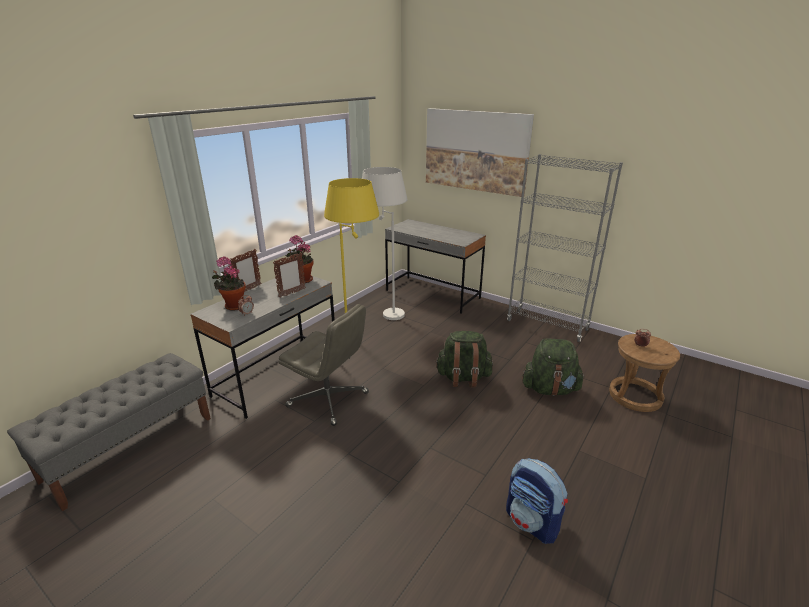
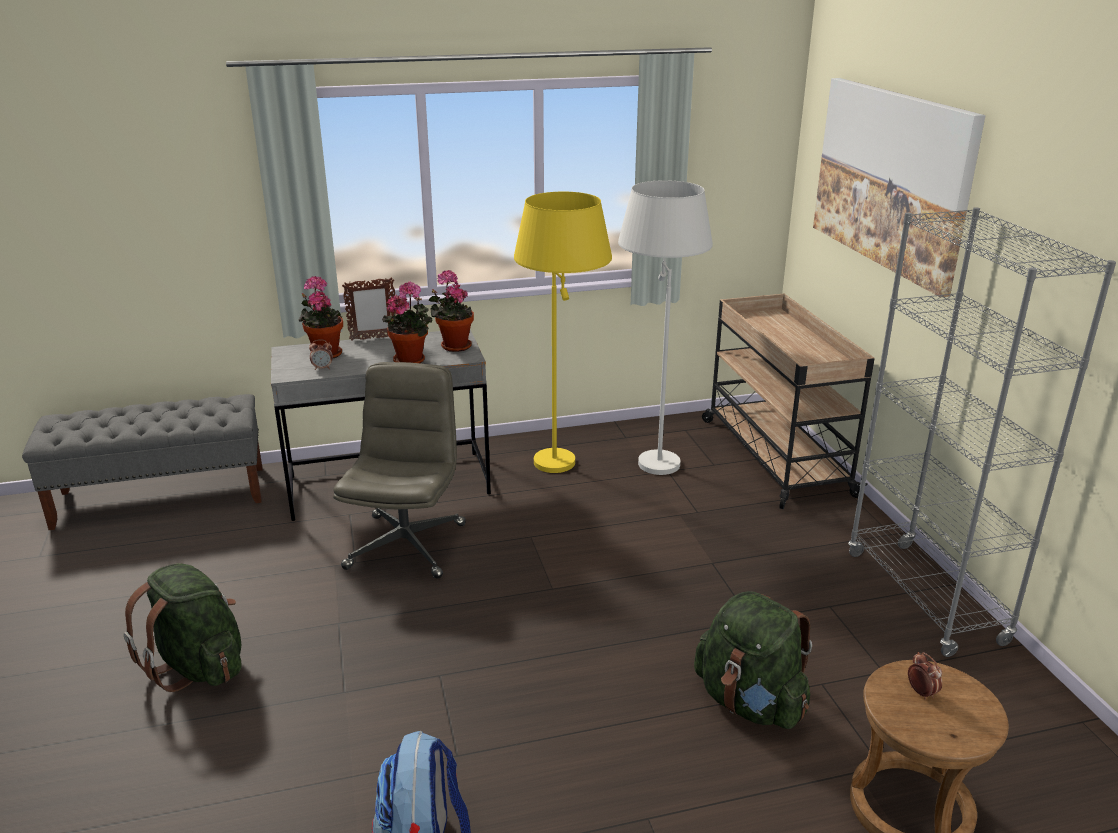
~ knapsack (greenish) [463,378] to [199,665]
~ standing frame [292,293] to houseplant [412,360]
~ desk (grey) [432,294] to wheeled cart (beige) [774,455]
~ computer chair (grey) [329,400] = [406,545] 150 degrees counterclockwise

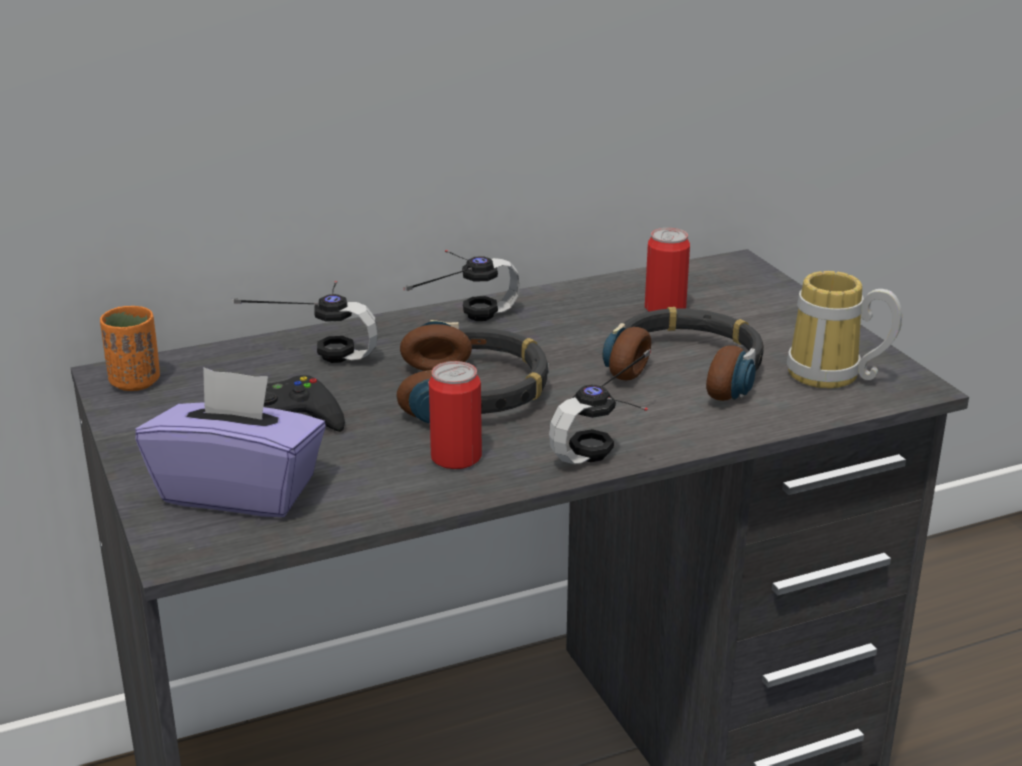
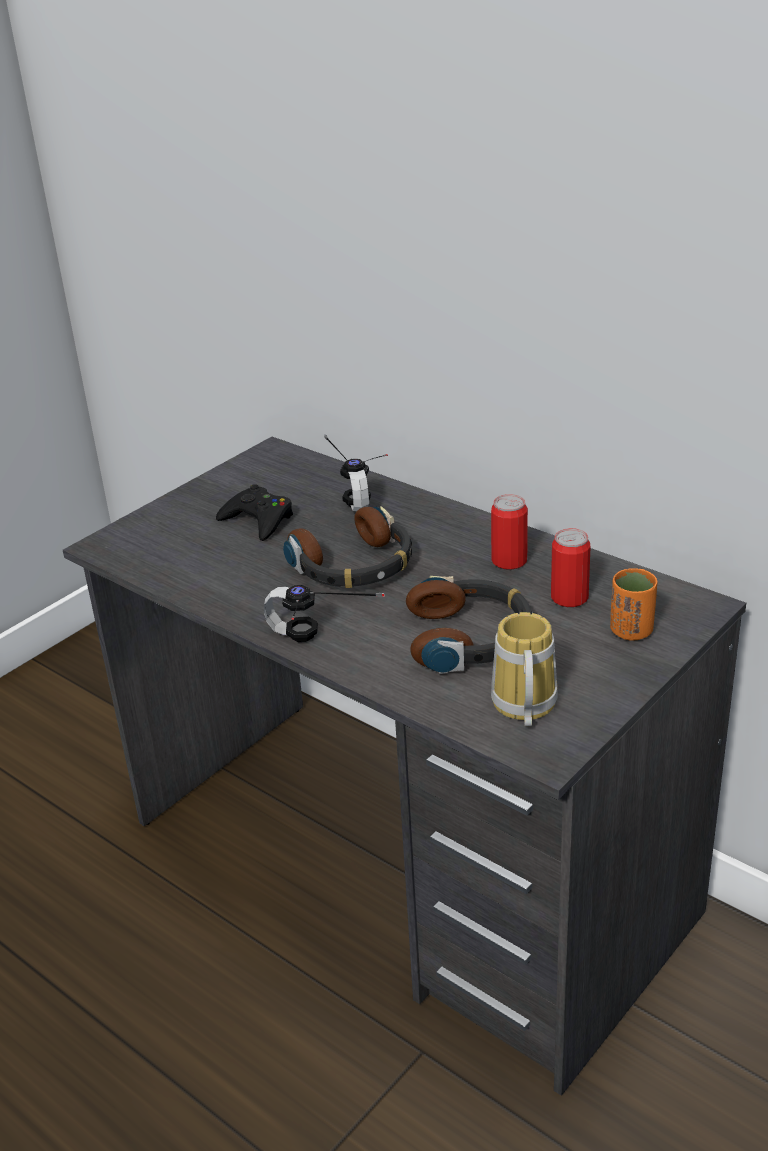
- tissue box (purple-coloured) [239,491]
- headphones [454,317]
~ cup (orange-coloured) [135,382] to [631,631]
~ metal can [456,457] to [509,561]

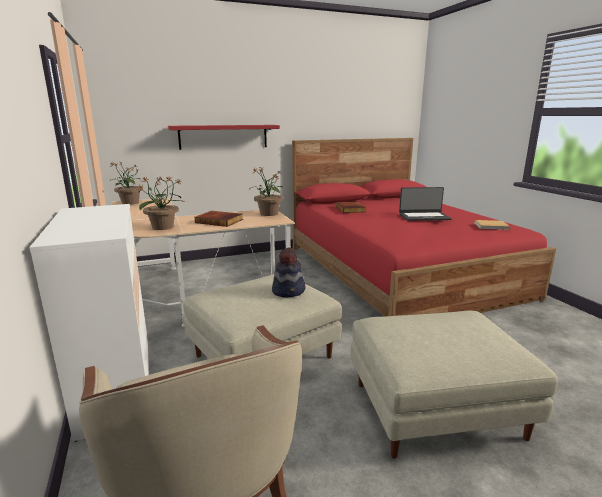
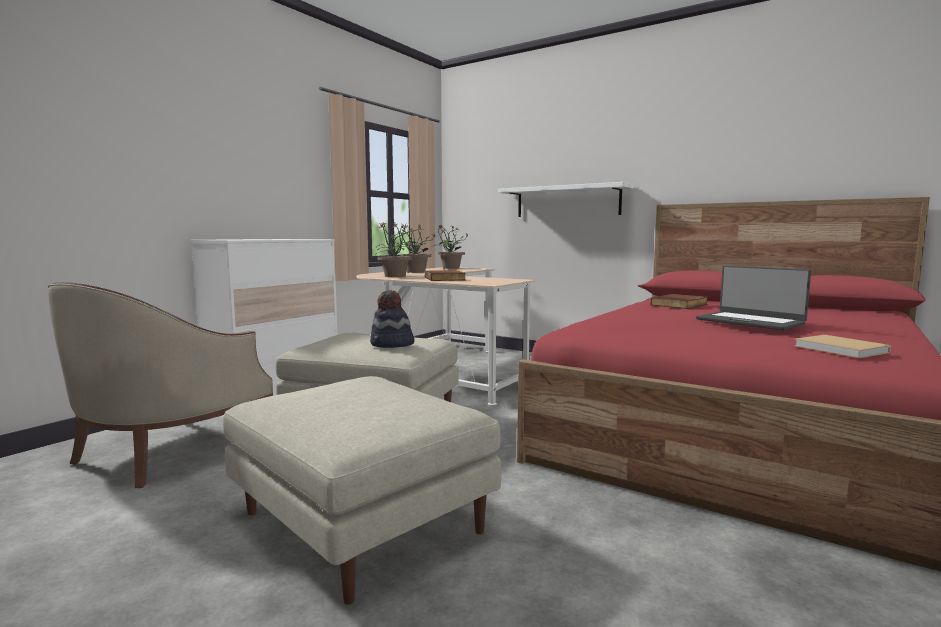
~ houseplant [268,214] to [415,272]
~ wall shelf (reddish) [223,136] to wall shelf (white) [567,201]

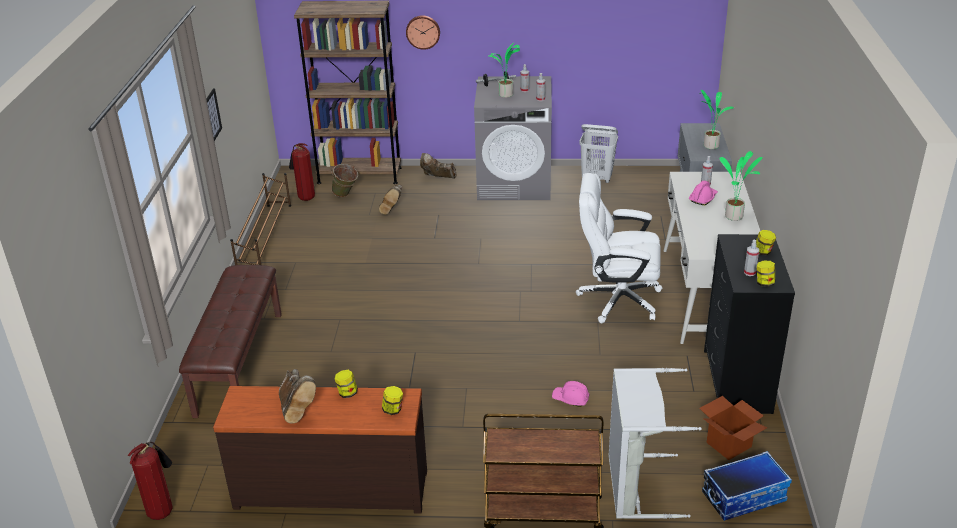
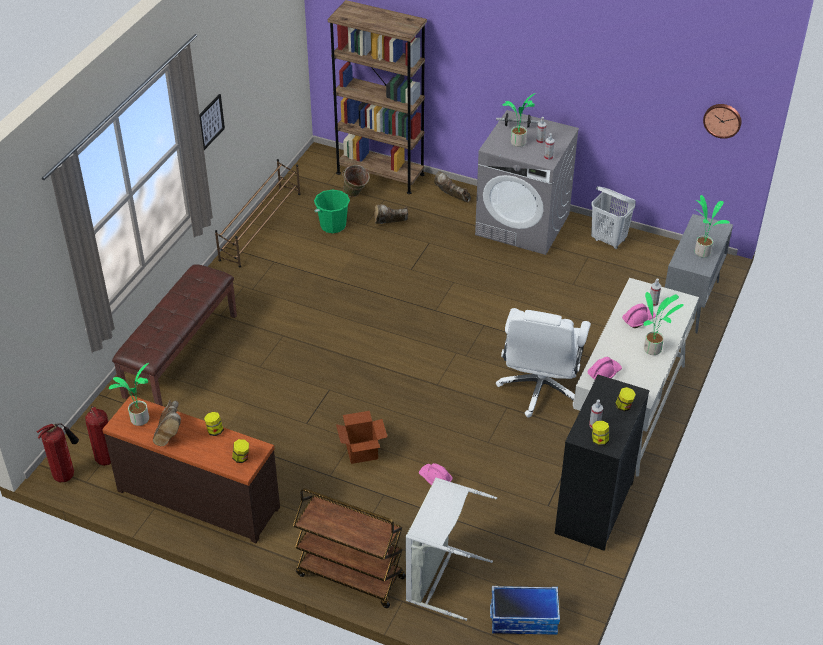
+ houseplant [139,420]
+ pail (greenish) [333,225]
+ safety helmet (pink) [604,373]
~ fire-fighting cylinder [305,198] to [104,458]
~ wall clock [423,31] to [722,120]
~ cardboard box [729,445] to [361,452]
~ boot (brownish) [392,210] = [389,225] 45 degrees clockwise
~ computer chair (white) [617,300] = [540,389] 105 degrees counterclockwise

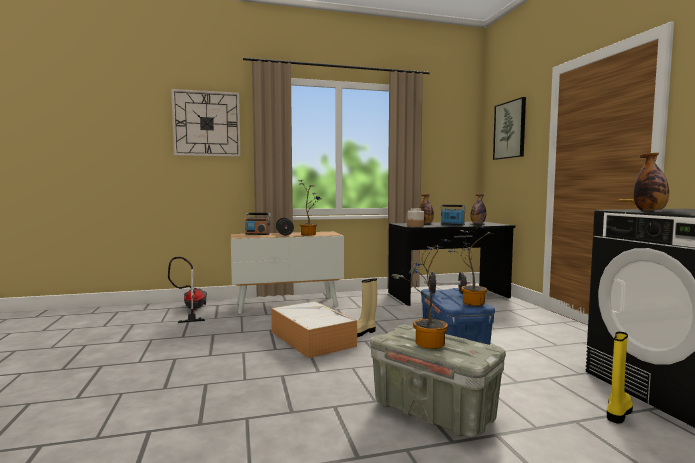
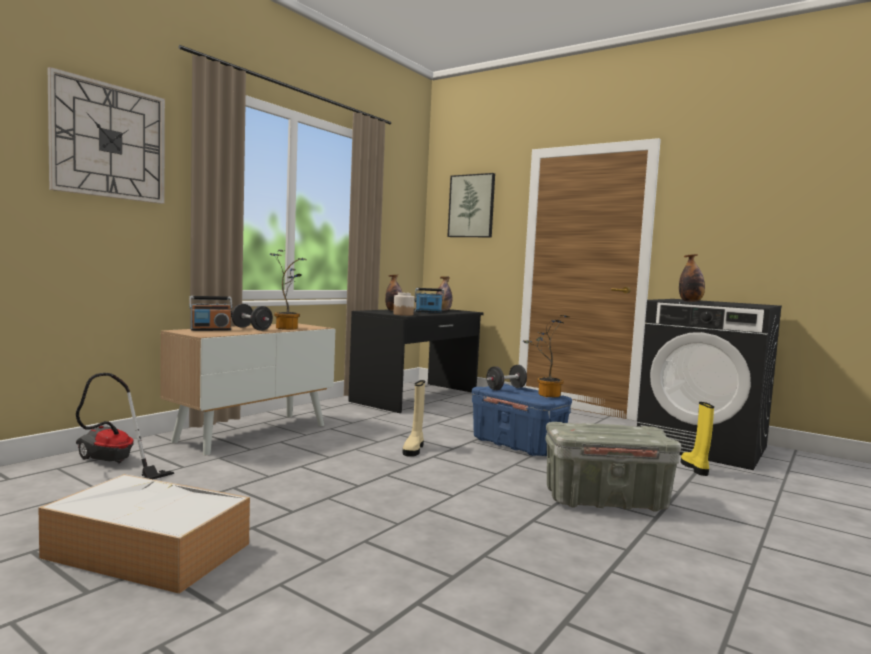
- houseplant [425,343]
~ storage bin [311,338] to [145,550]

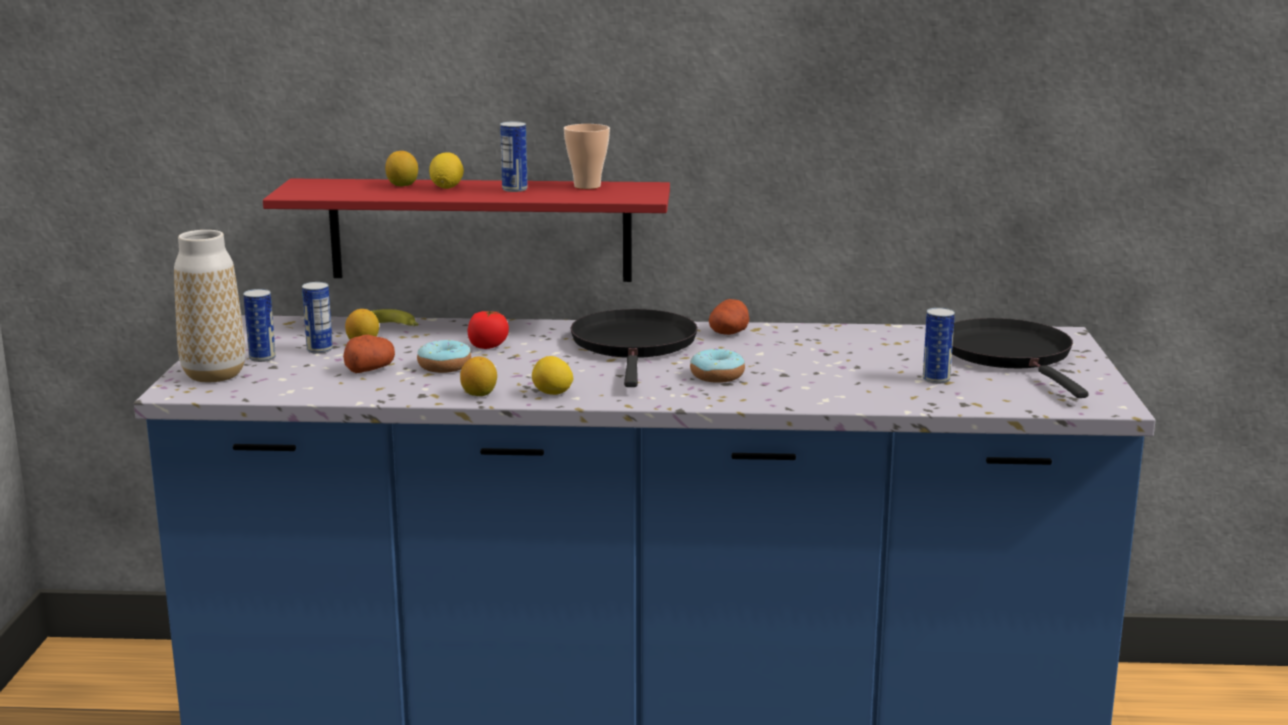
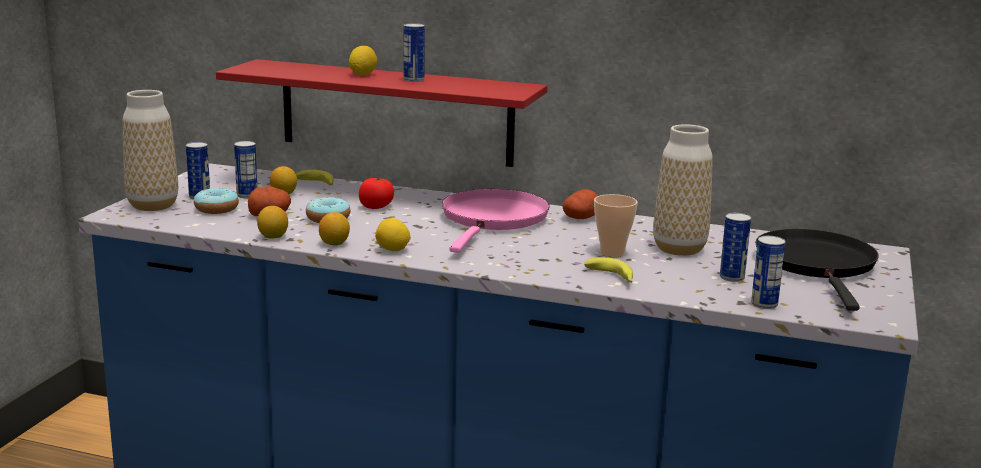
+ banana fruit [613,278]
+ vase [679,249]
+ metal can [764,304]
~ whole lemon [402,185] to [273,237]
~ cup [587,186] to [612,253]
~ donut [717,376] to [216,209]
~ pan (black) [634,345] to pan (pink) [493,219]

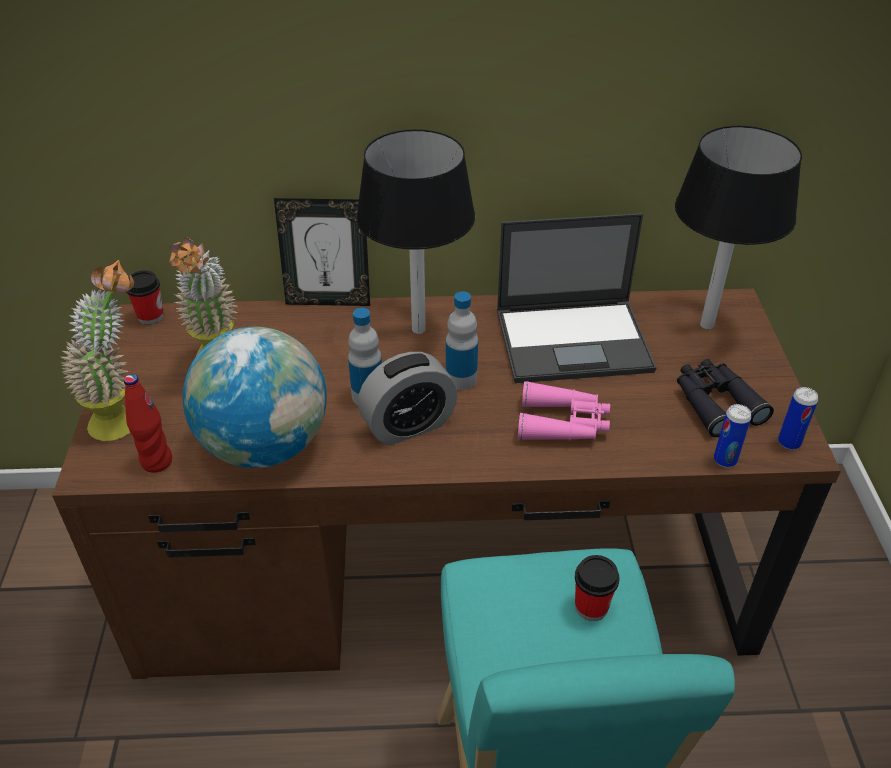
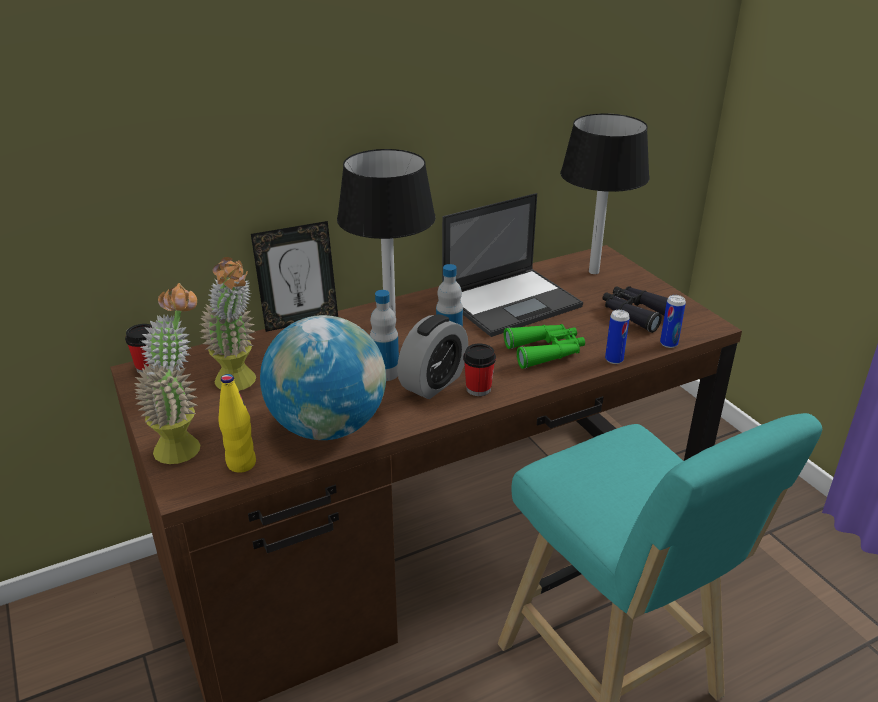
~ cup [591,607] to [478,389]
~ metal can [789,442] to [614,359]
~ bottle (reddish) [156,462] to bottle (yellow-coloured) [241,464]
~ field glasses (pink) [563,423] to field glasses (greenish) [545,352]

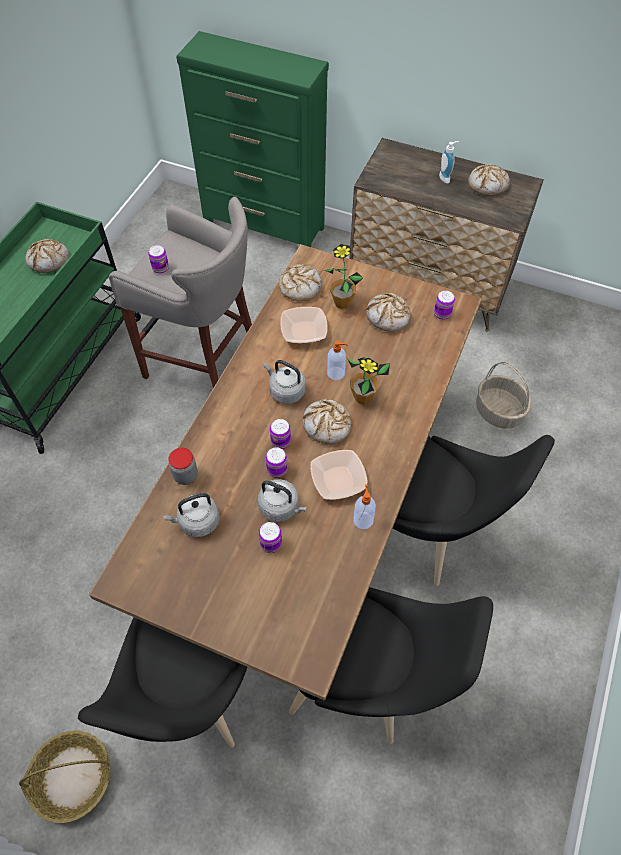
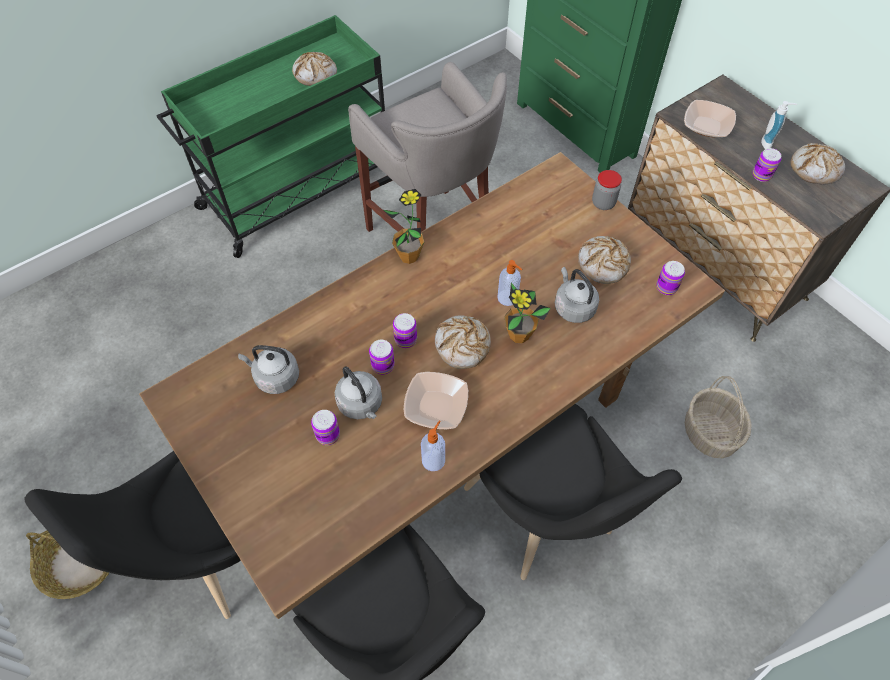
- bread [300,287]
~ metal can [160,268] to [761,175]
~ jar [186,475] to [603,203]
~ kettle (grey) [285,391] to [573,307]
~ serving bowl [303,331] to [706,126]
~ houseplant [342,303] to [409,256]

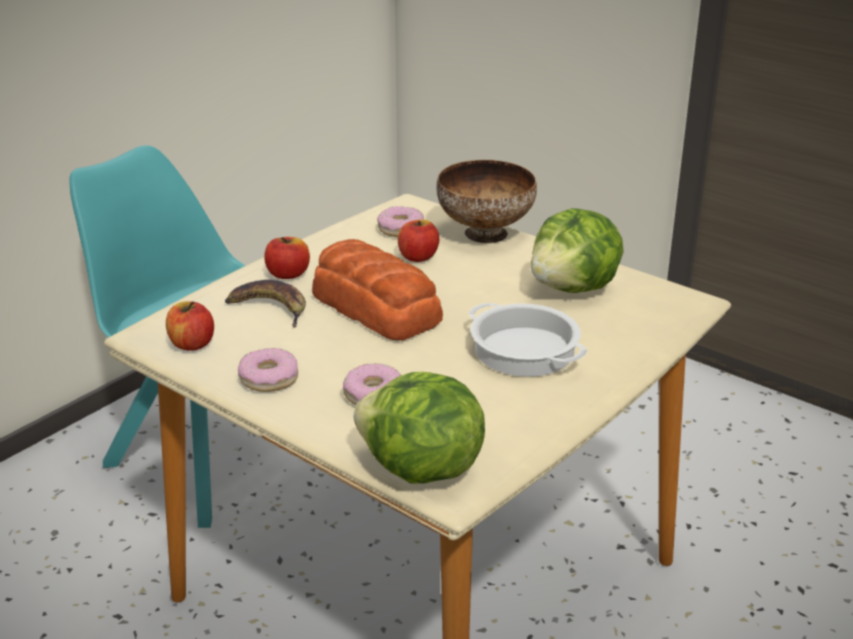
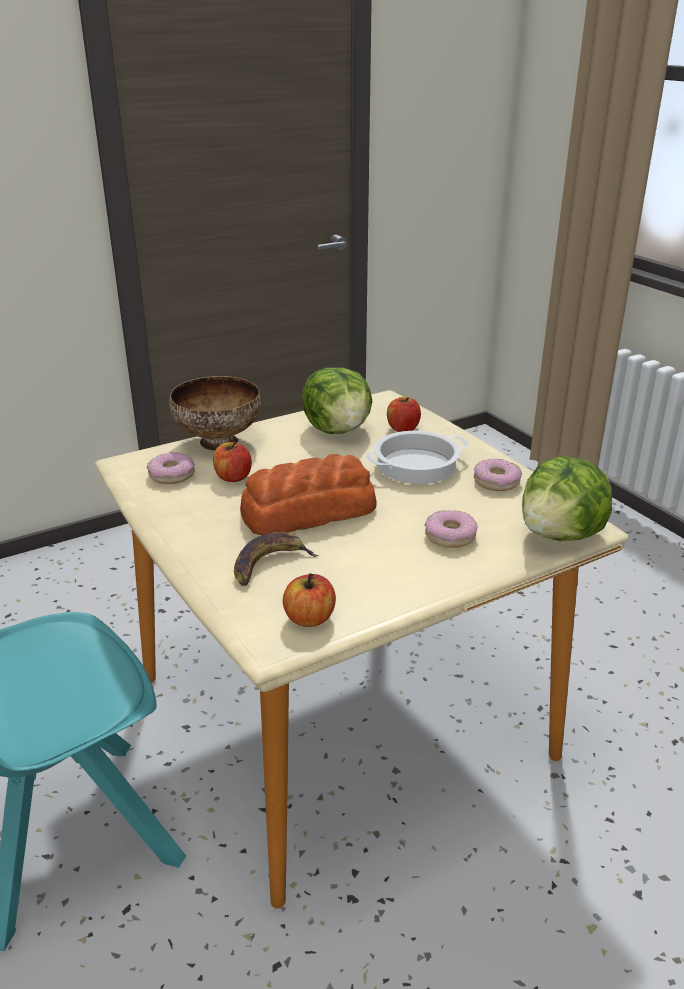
~ donut [269,378] to [496,481]
~ whole apple [288,274] to [403,428]

